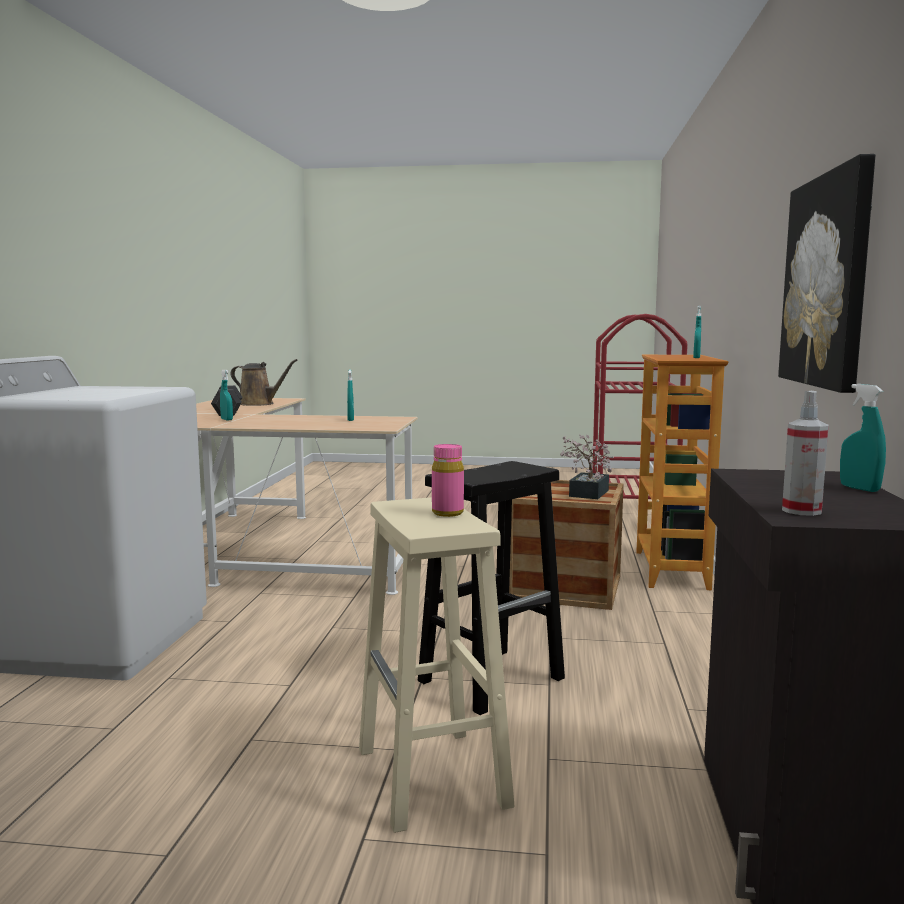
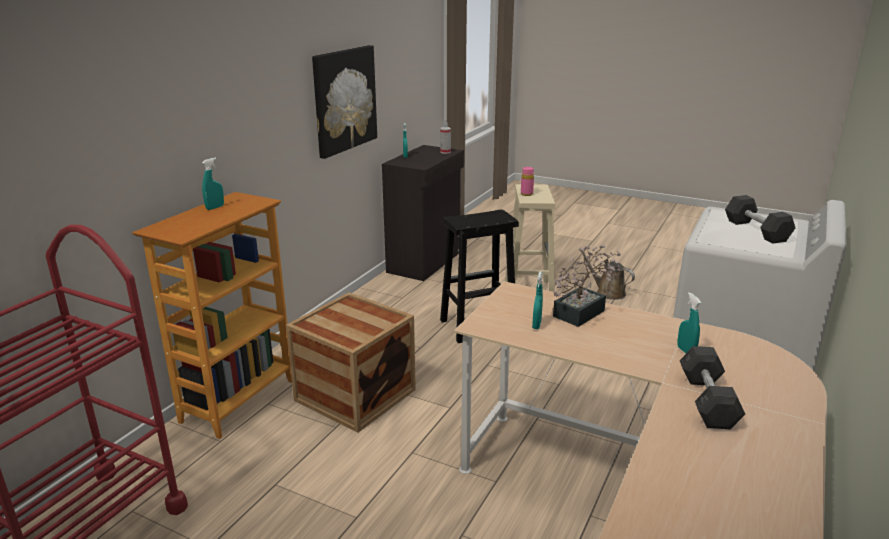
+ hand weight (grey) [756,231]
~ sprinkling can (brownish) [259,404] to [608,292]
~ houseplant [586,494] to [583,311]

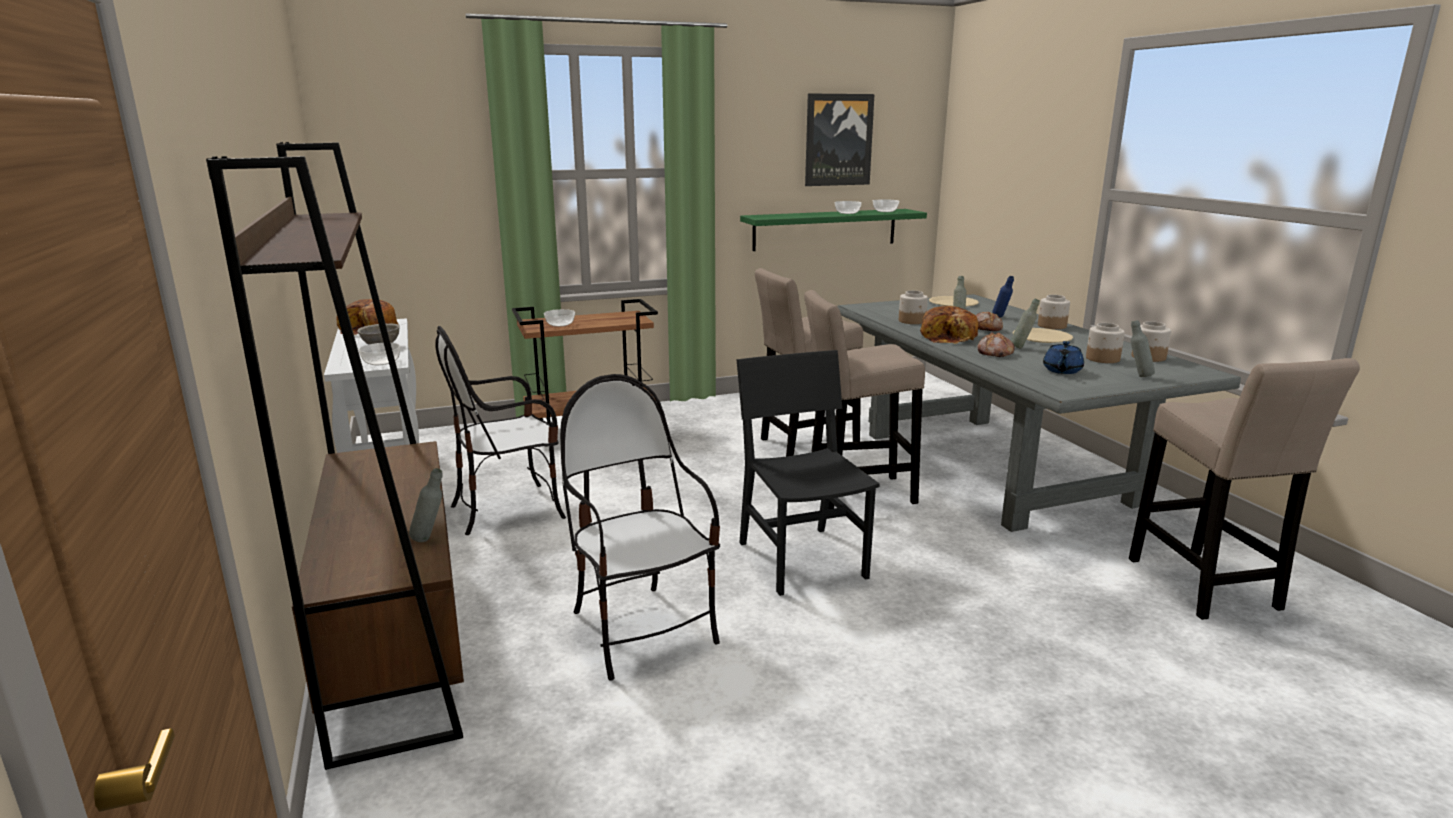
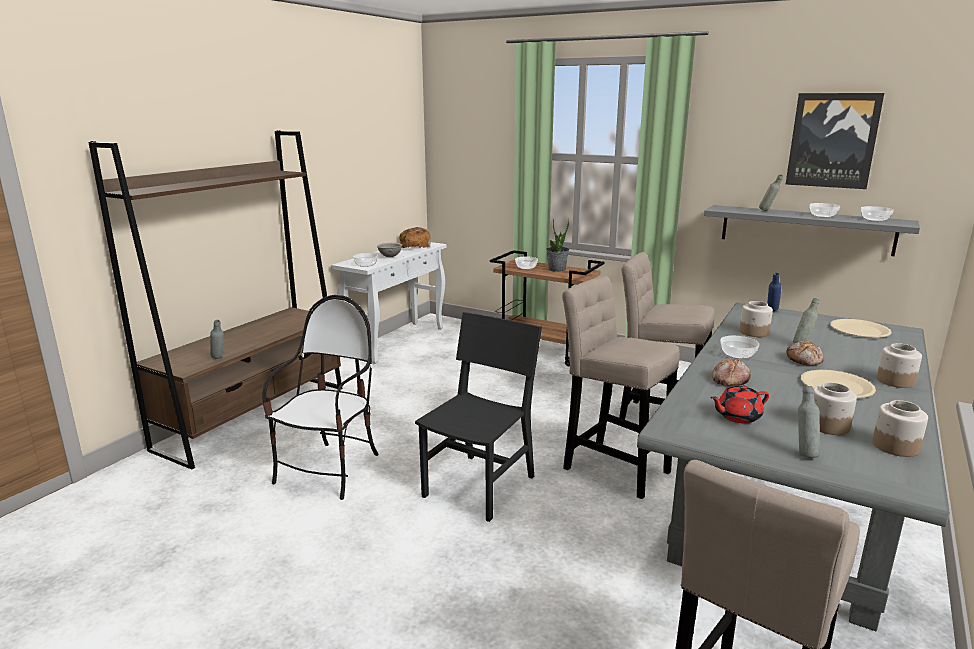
- upright chair [509,509]
+ houseplant [557,269]
~ bottle (blue-coloured) [1001,317] to [771,311]
~ bottle (grey) [1021,348] to [768,211]
~ bread [949,337] to serving bowl [738,355]
~ wall shelf (greenish) [825,229] to wall shelf (grey) [806,229]
~ tea pot (blue-coloured) [1062,371] to tea pot (reddish) [737,417]

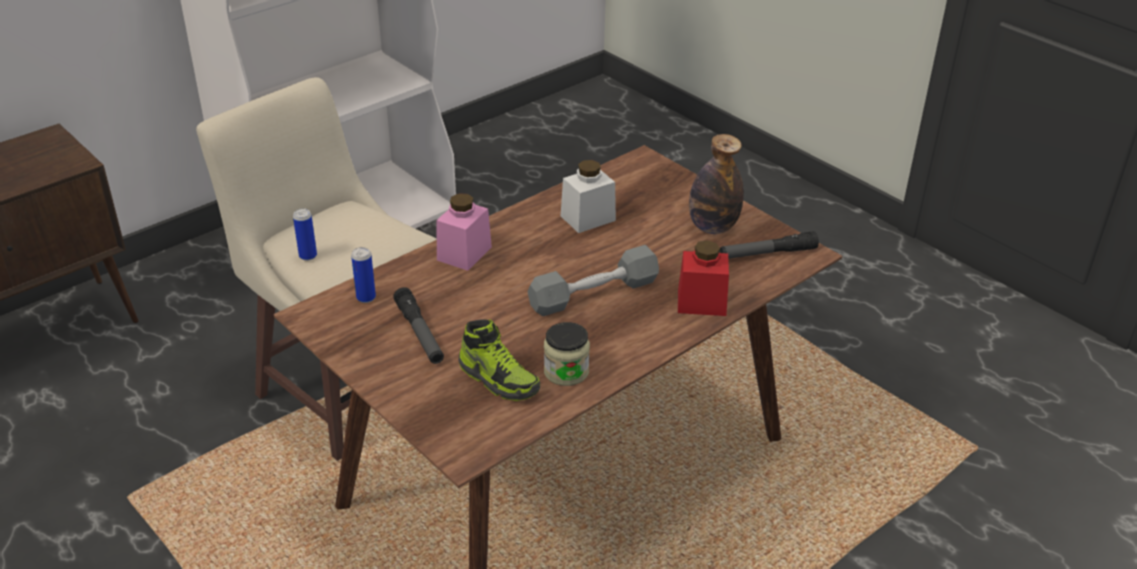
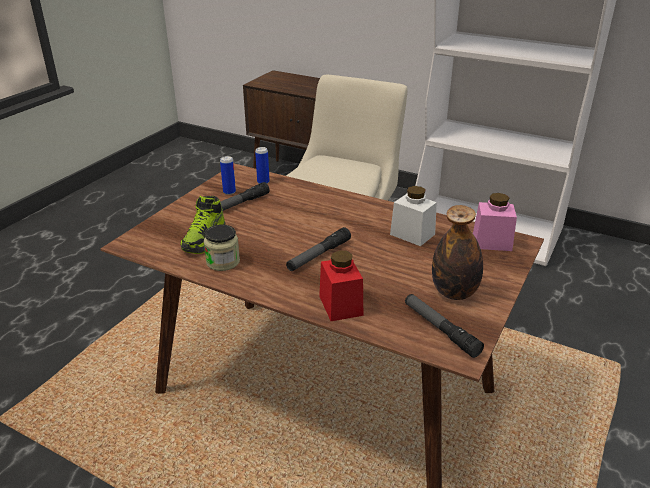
~ metal can [308,256] to [229,192]
~ jar (pink) [464,253] to [492,242]
~ hand weight (grey) [594,294] to hand torch [318,255]

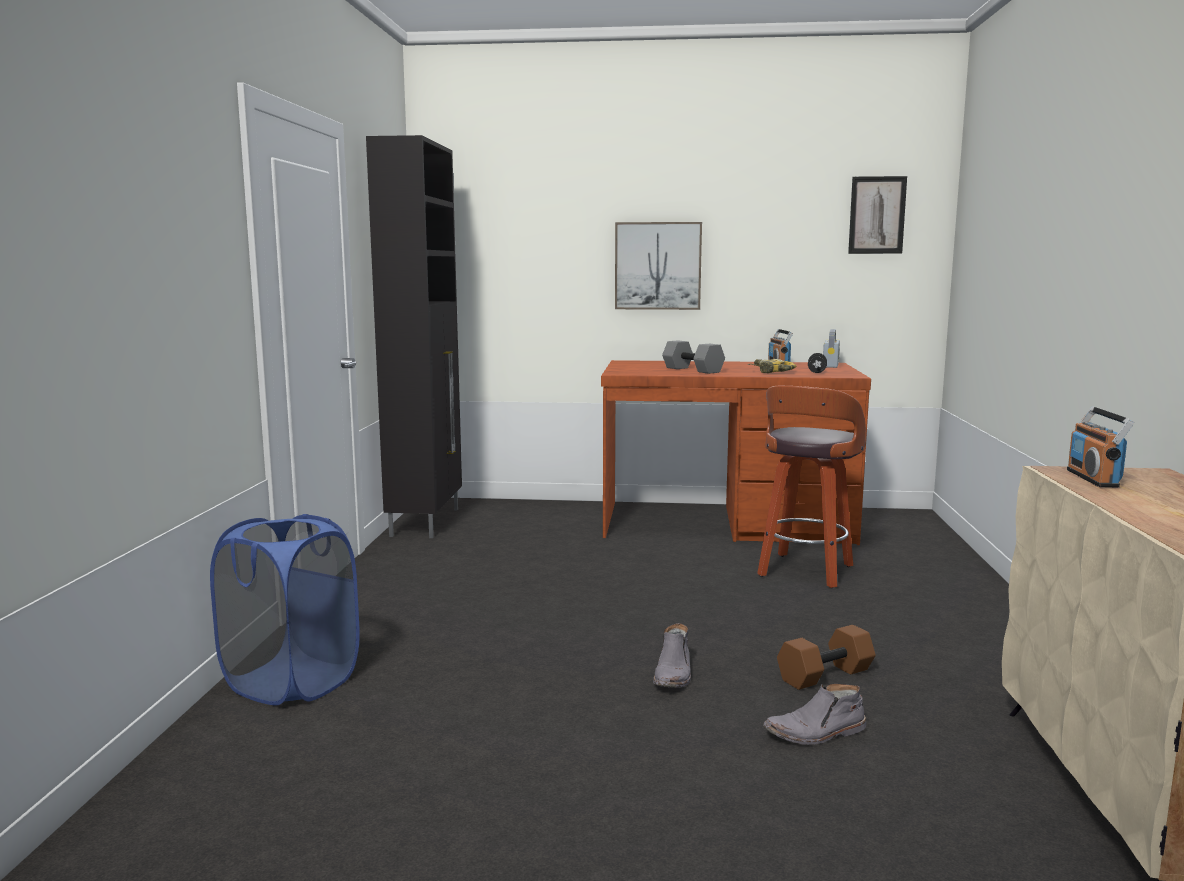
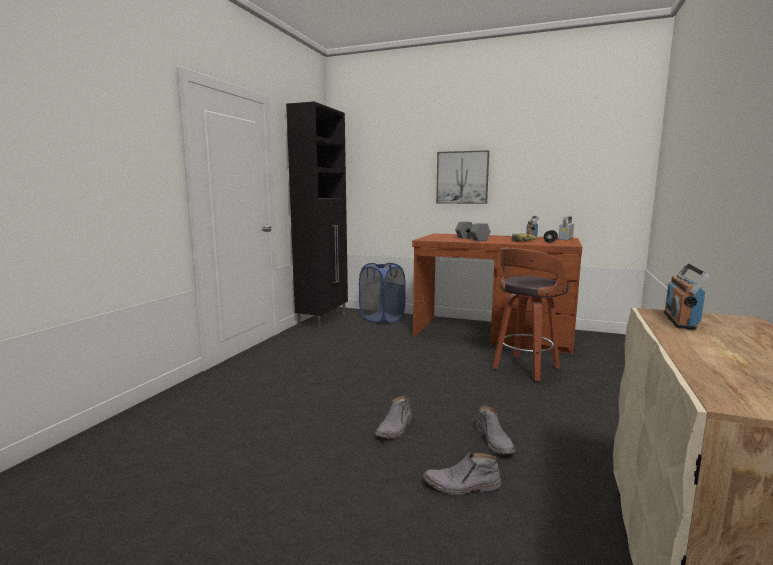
- wall picture [877,215]
~ hamper (blue-coloured) [291,682] to [382,318]
~ hand weight (brownish) [825,674] to boot (grey) [495,442]

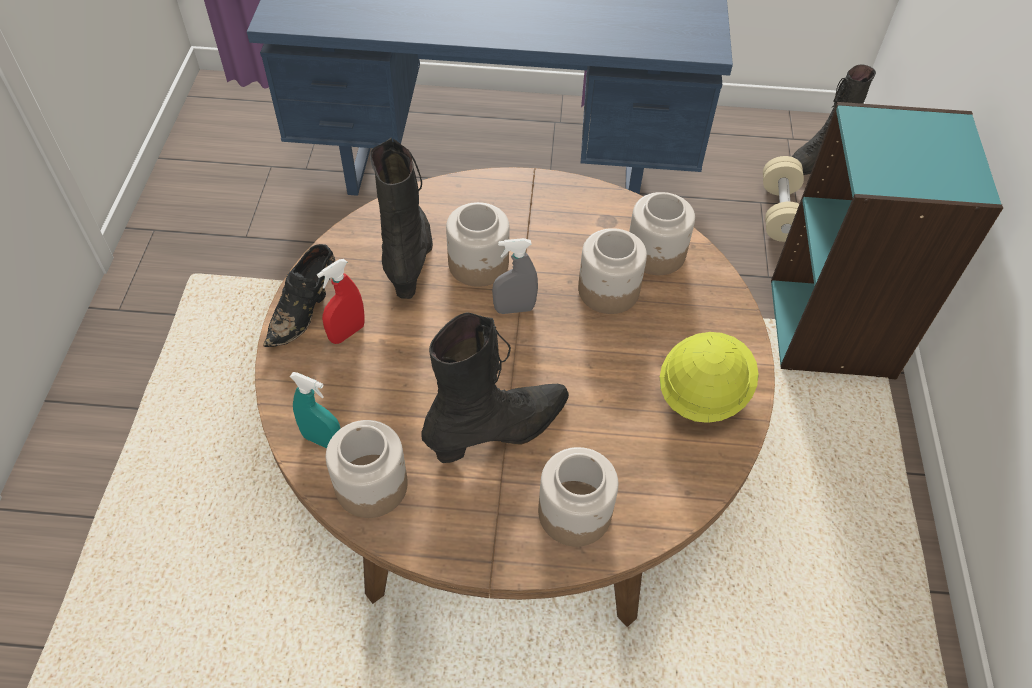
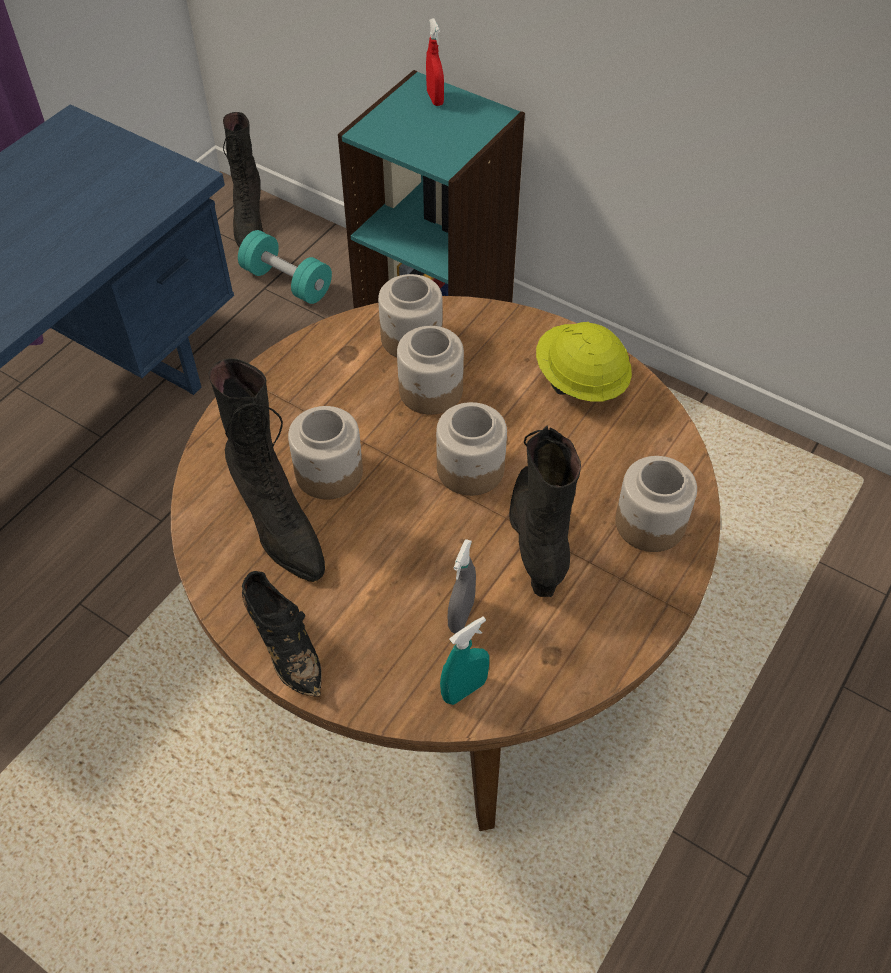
~ hand sprayer (reddish) [347,333] to [435,98]
~ jar [371,485] to [469,469]
~ hand sprayer (grey) [514,309] to [461,616]
~ hand weight (beige) [779,212] to hand weight (turquoise-coloured) [287,282]
~ boot (black) [410,257] = [278,525] 150 degrees counterclockwise

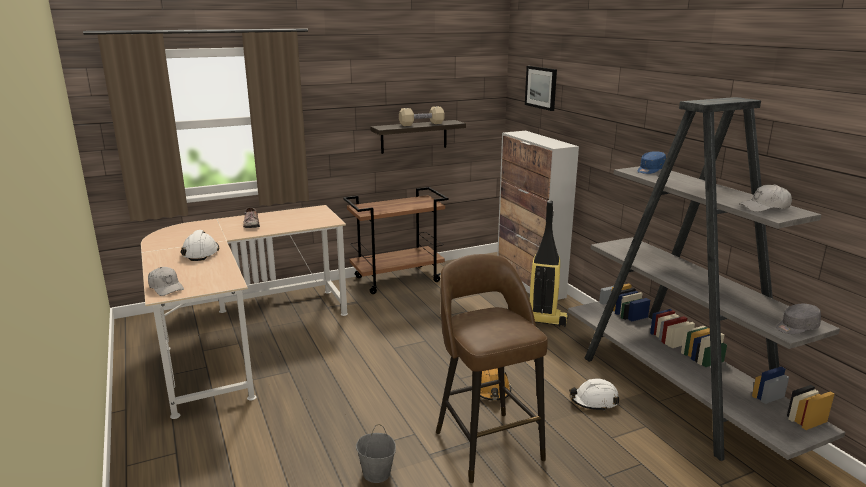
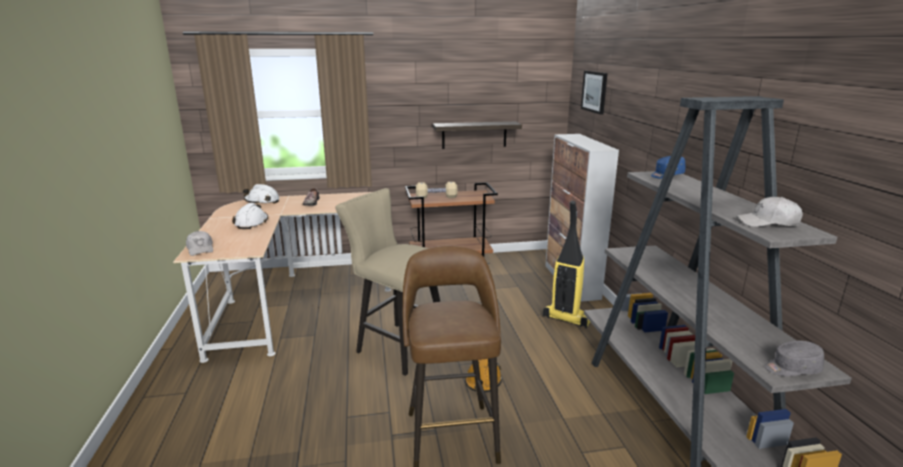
- pail (grey) [377,473]
+ stool seat (beige) [397,345]
~ hand weight (beige) [421,124] to [436,197]
~ safety helmet (white) [594,401] to [262,201]

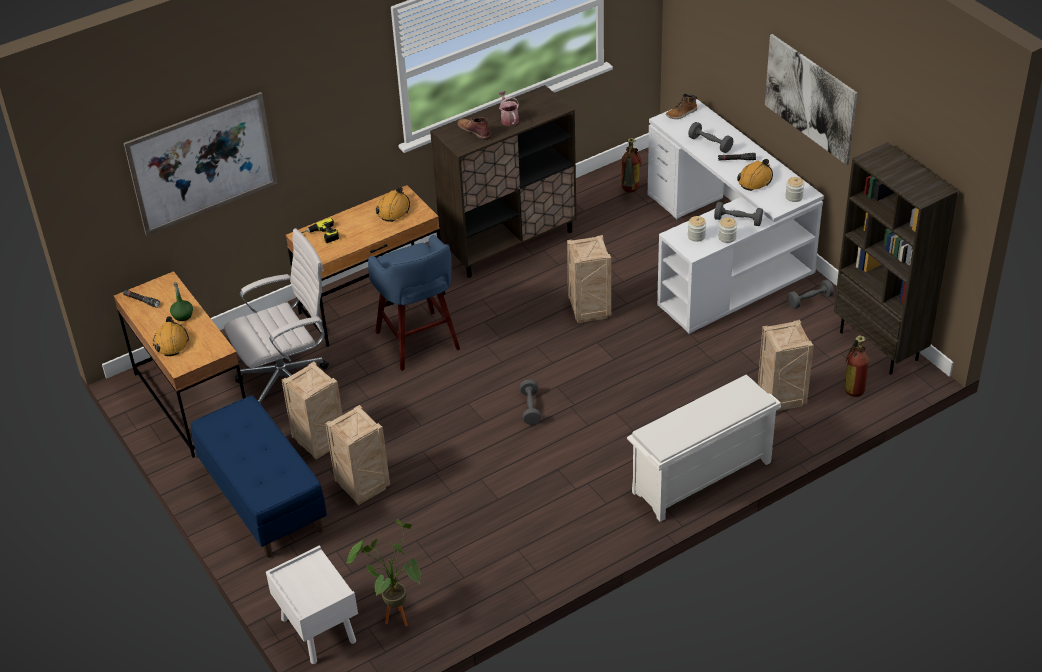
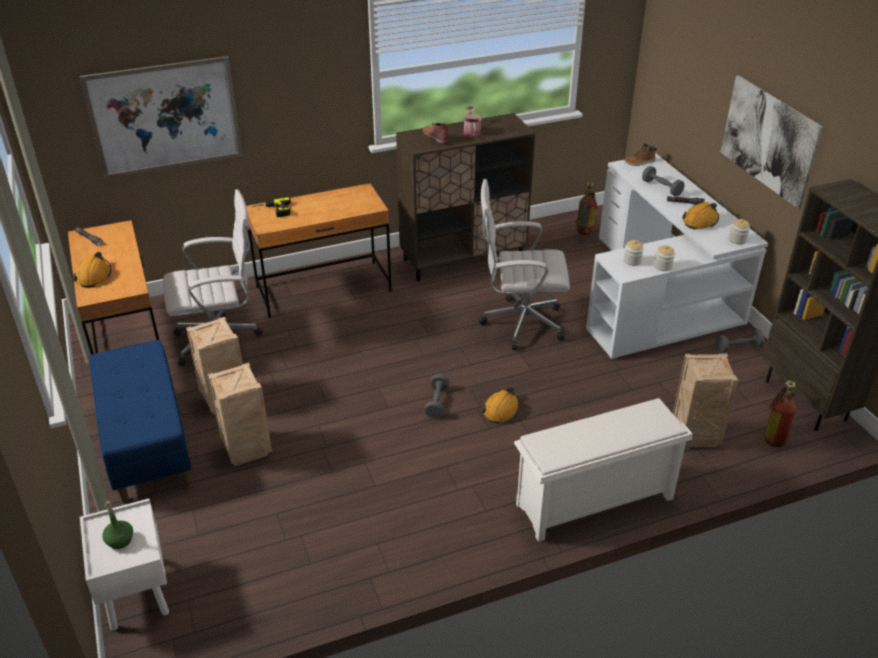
- houseplant [394,615]
- stool seat (blue-coloured) [418,342]
- hand weight (grey) [738,220]
~ bottle (greenish) [183,315] to [120,540]
~ safety helmet (orange-coloured) [393,210] to [501,410]
~ crate [588,310] to computer chair (white) [519,324]

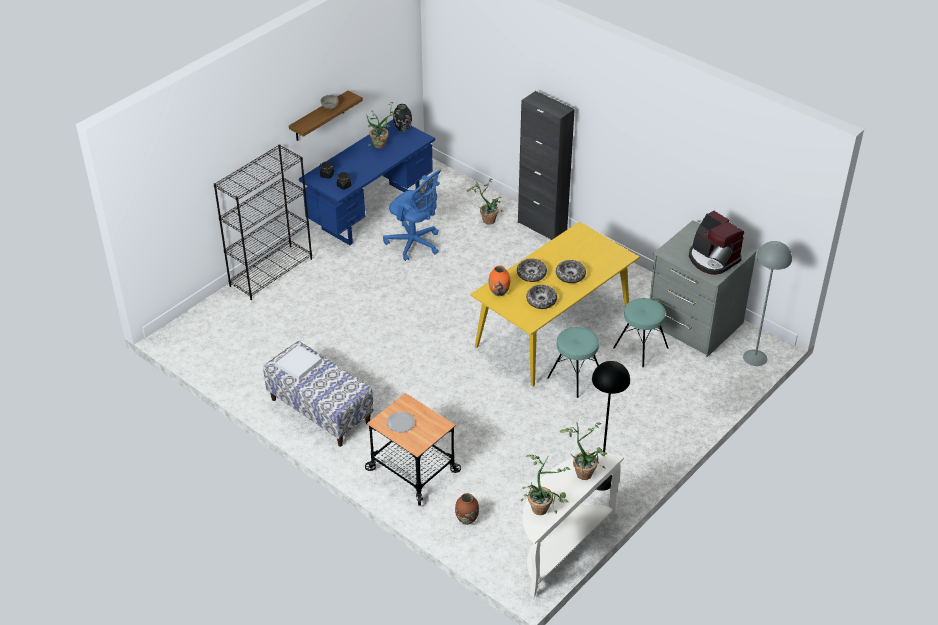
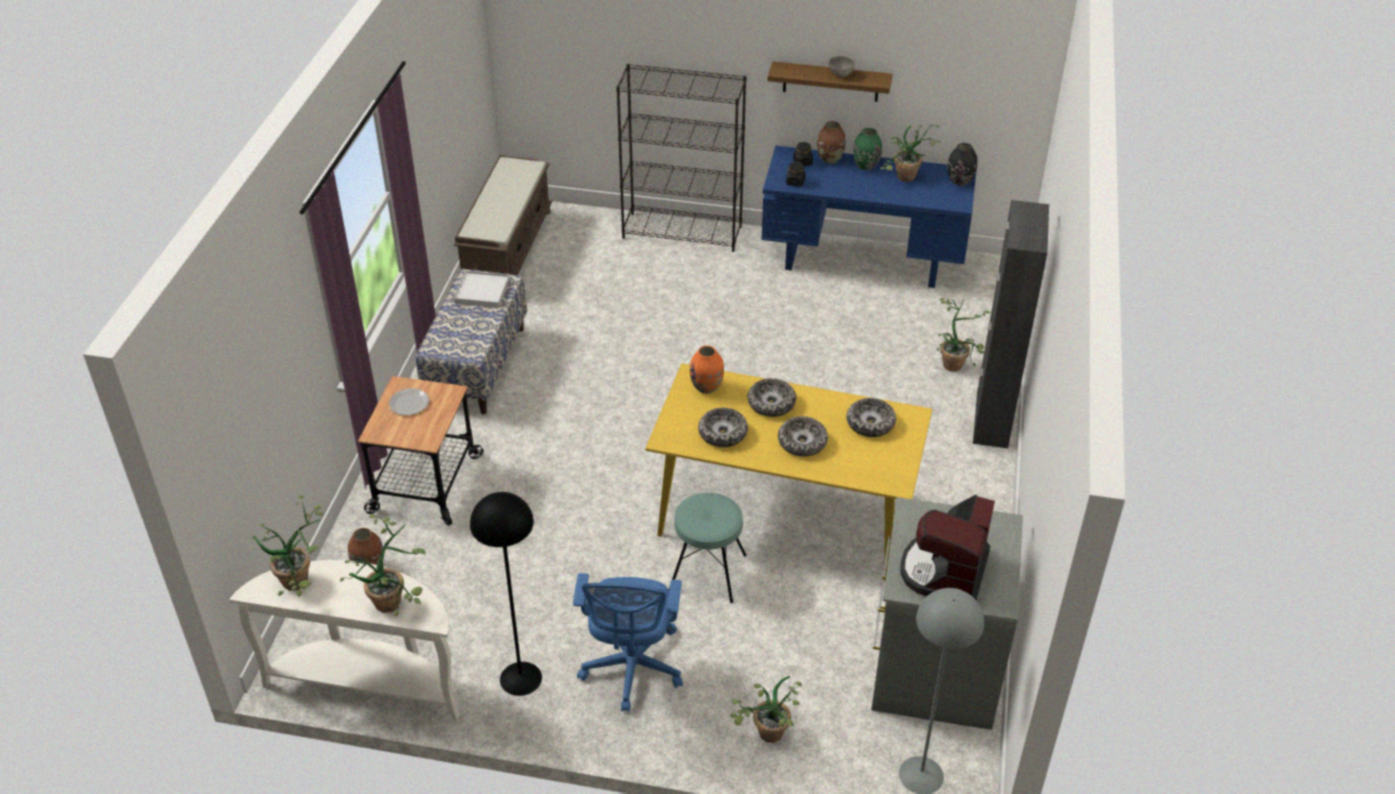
- stool seat (turquoise-coloured) [640,348]
+ long seat (brownish) [507,249]
+ houseplant [766,737]
+ vase (brownish) [830,159]
+ serving bowl [870,423]
+ vase (greenish) [865,166]
~ computer chair (blue-coloured) [415,244] to [632,670]

